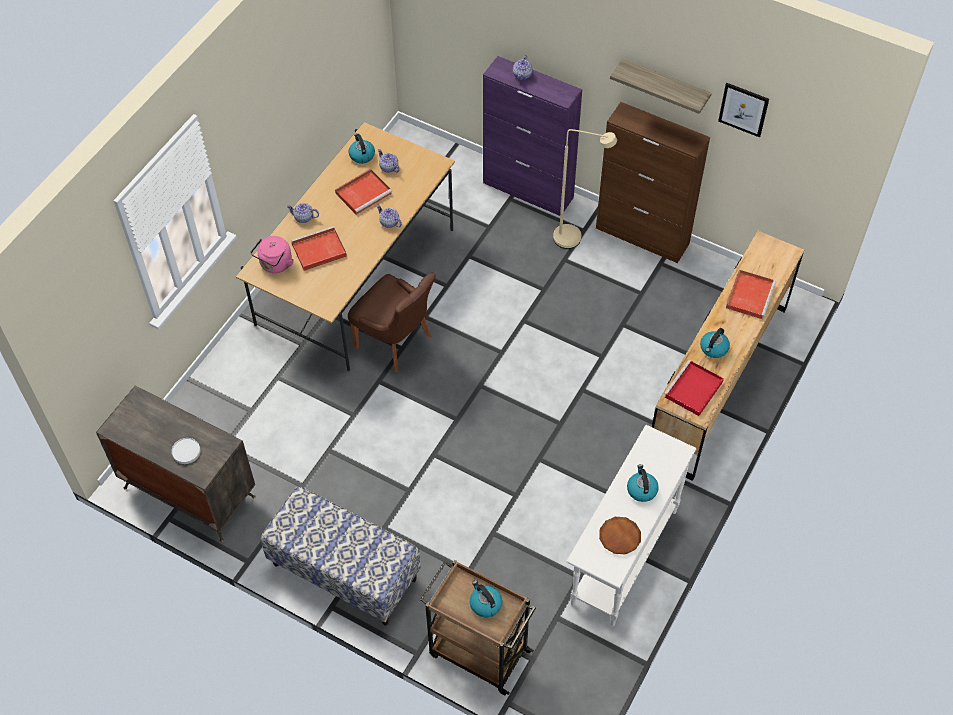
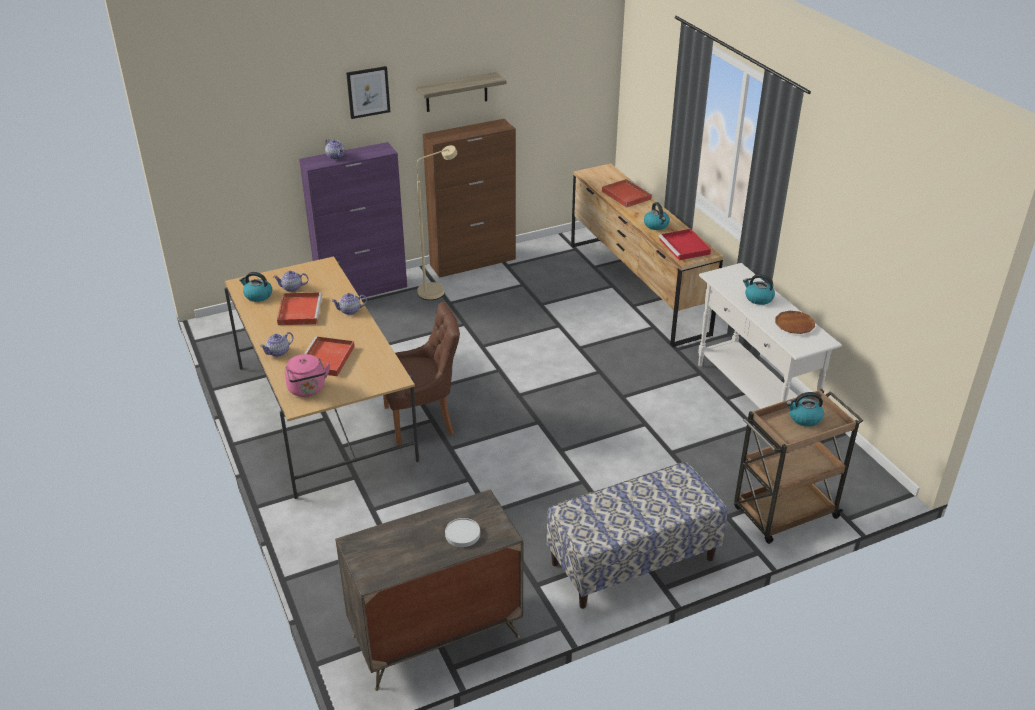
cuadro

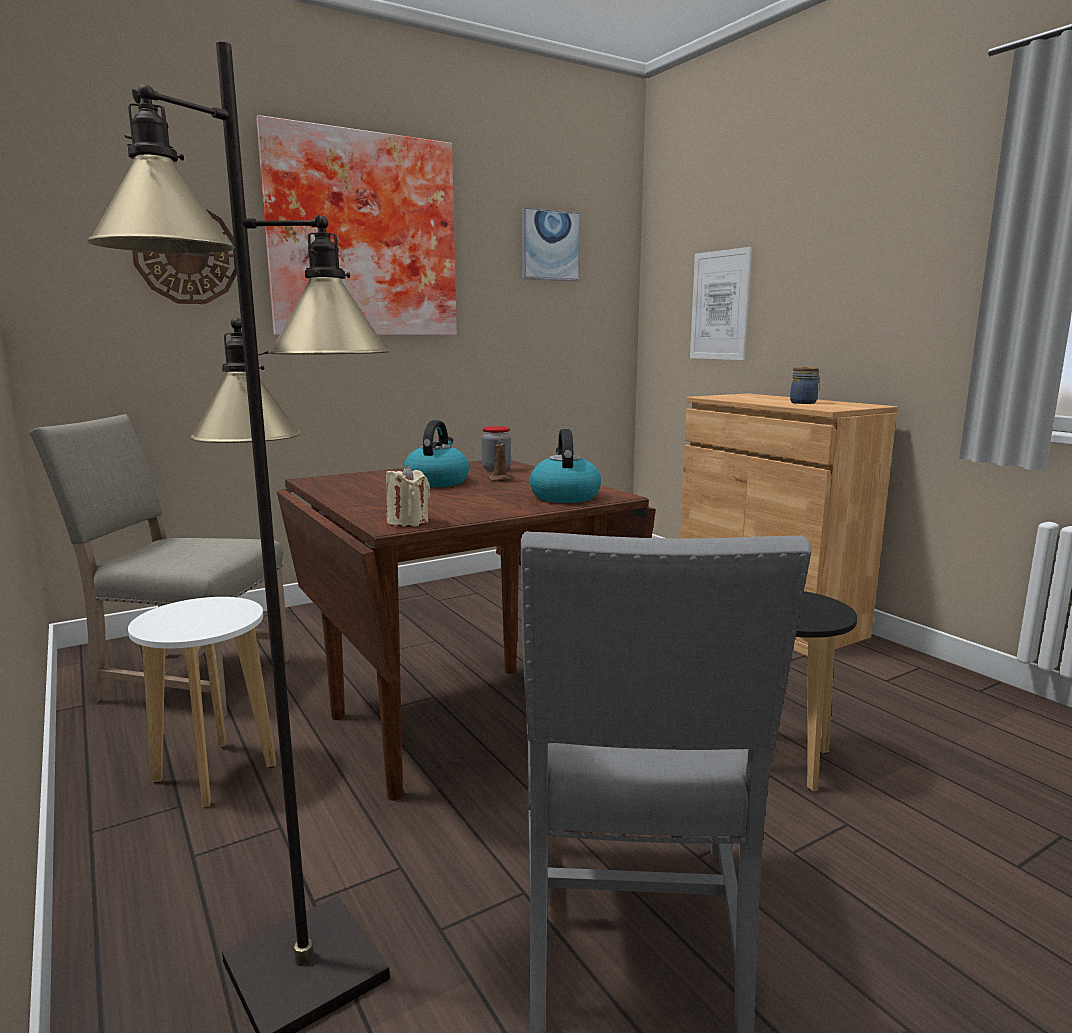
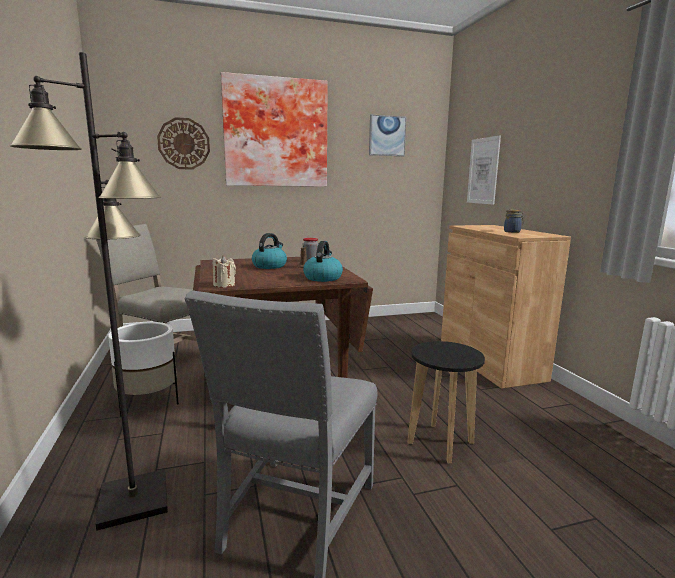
maceta (blanco)

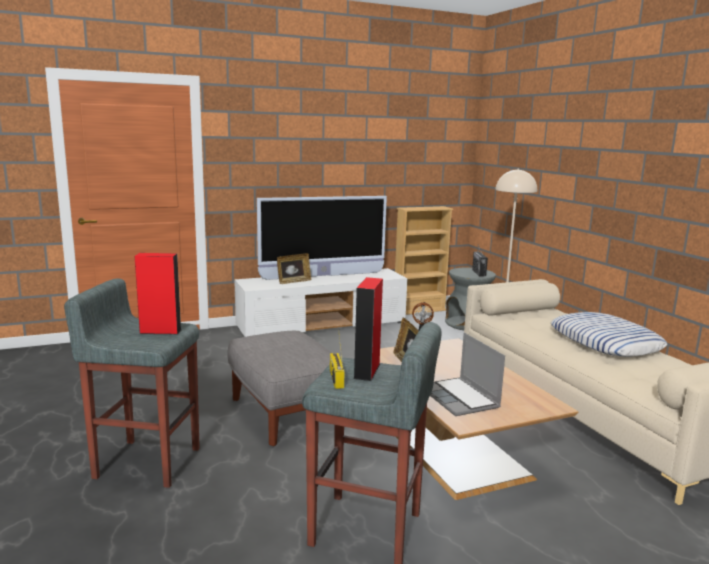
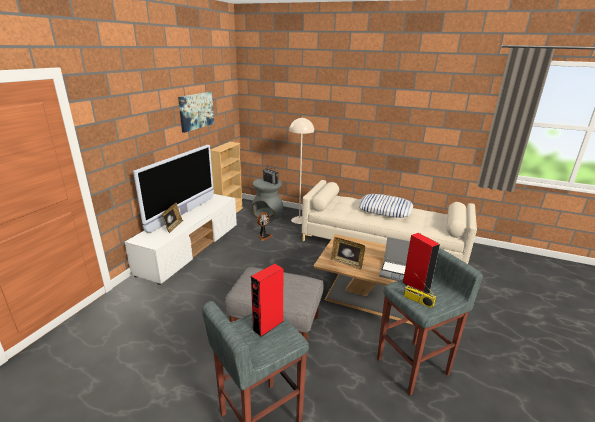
cuadro

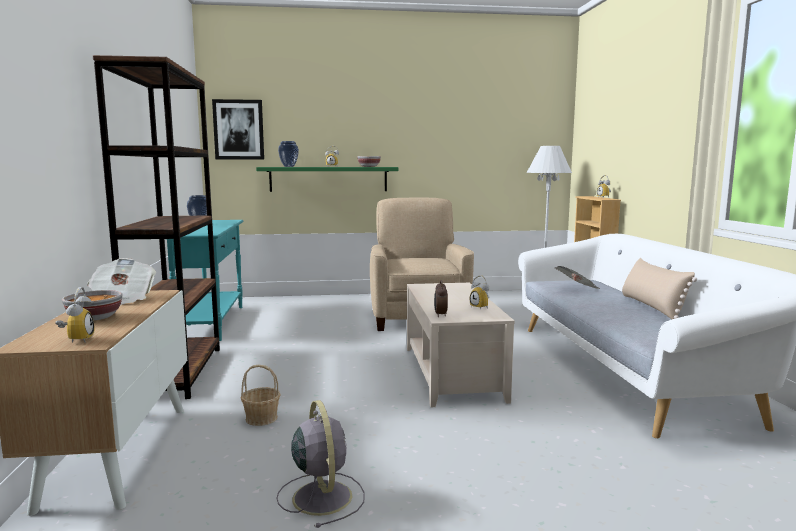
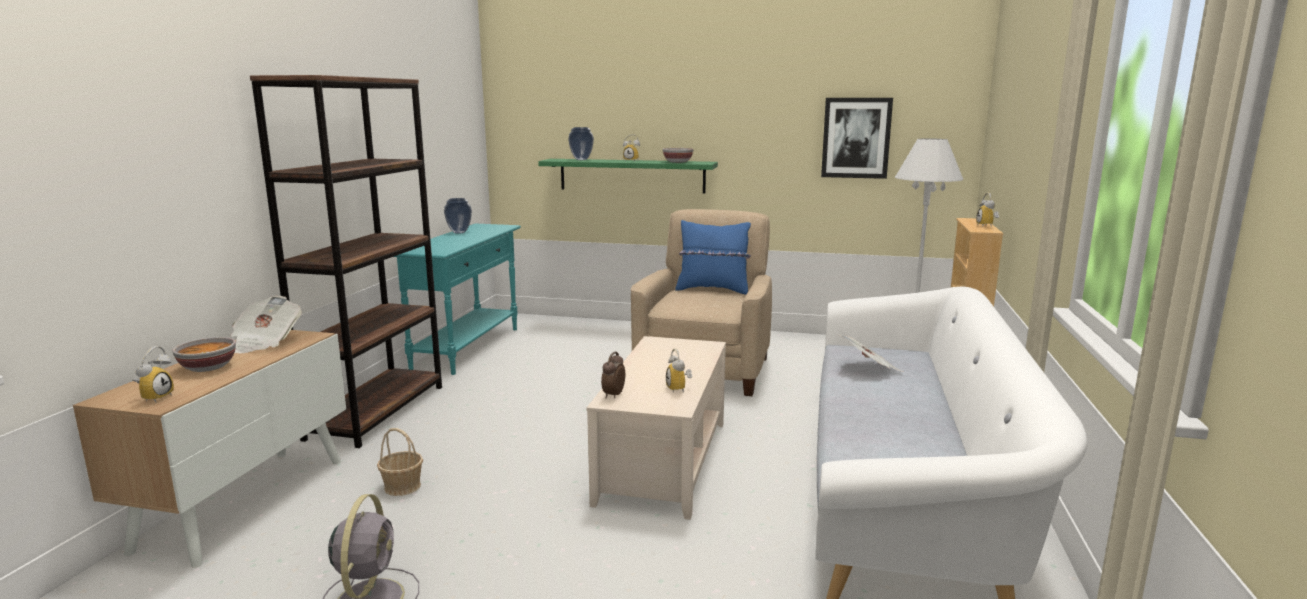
cojín (azul)
cuadro
cojín (beis)

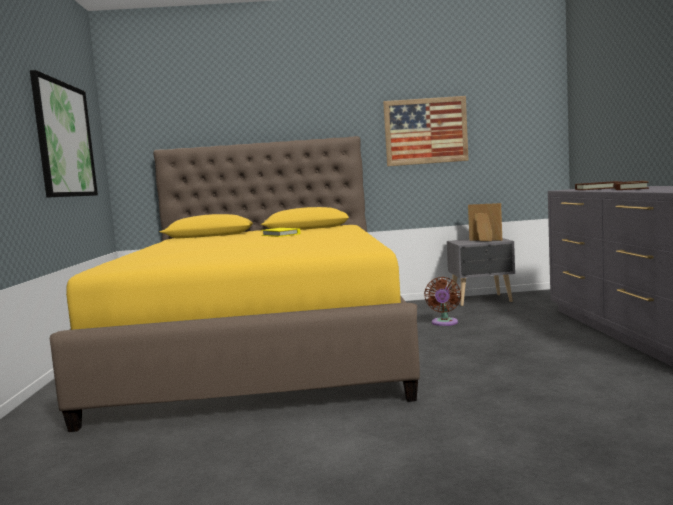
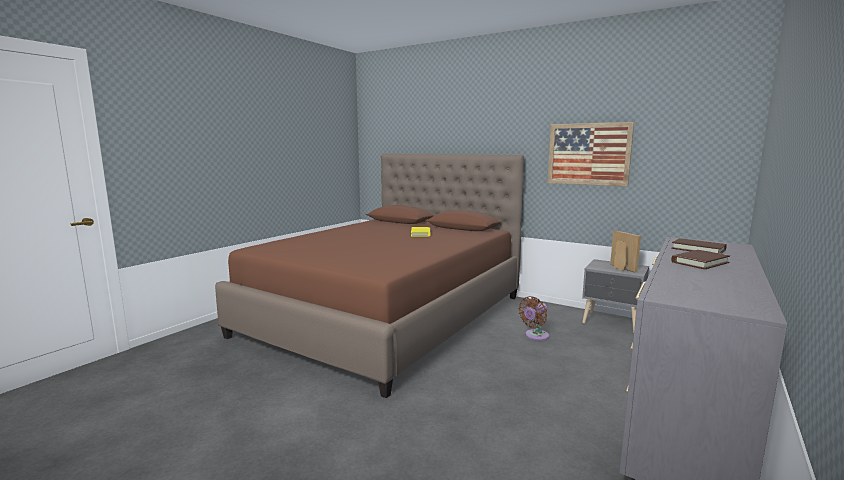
cama (marrón)
cuadro (1st from left in the first image)

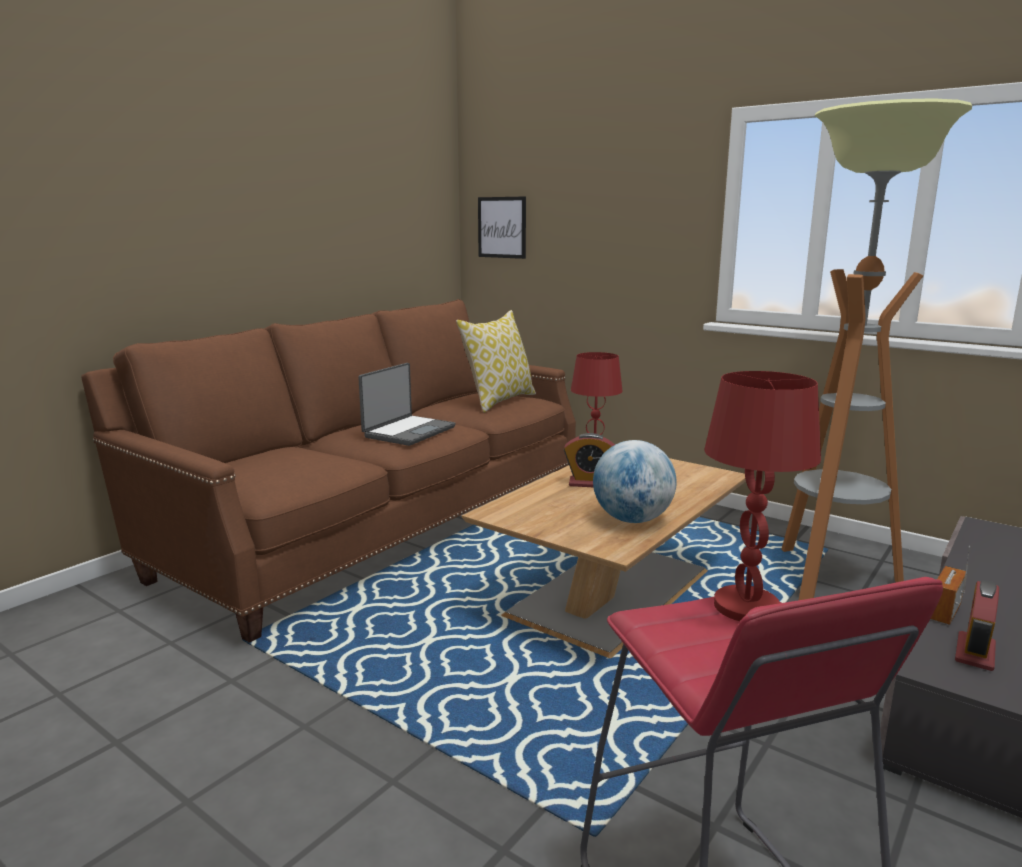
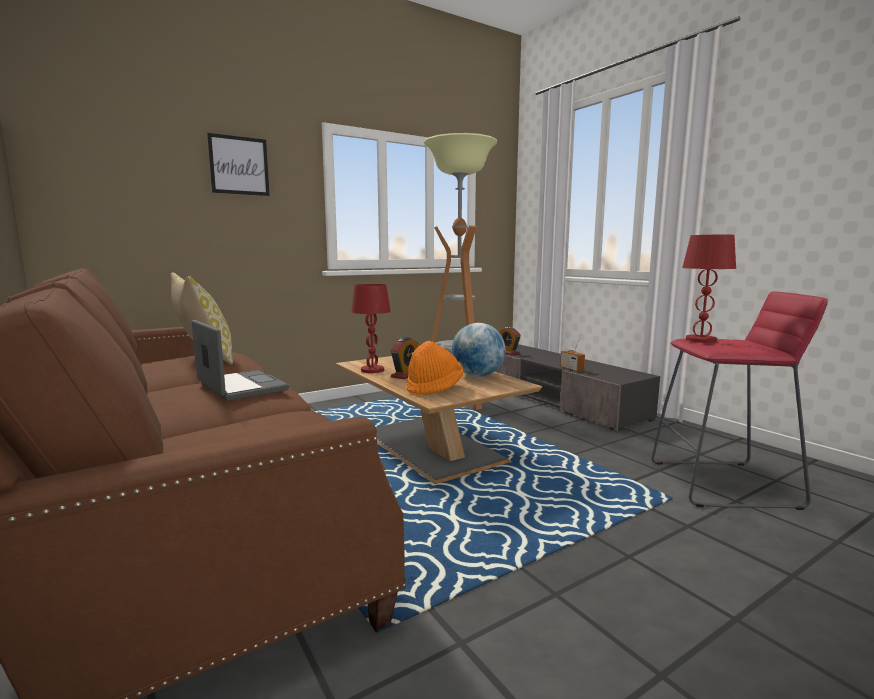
cuadro
sombrero (naranja)
despertador (2nd from left)

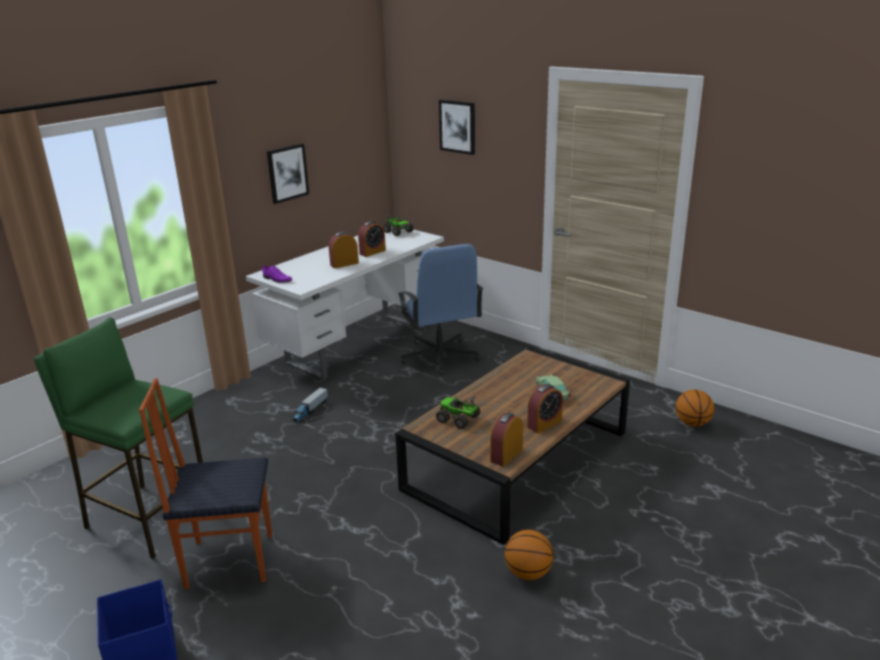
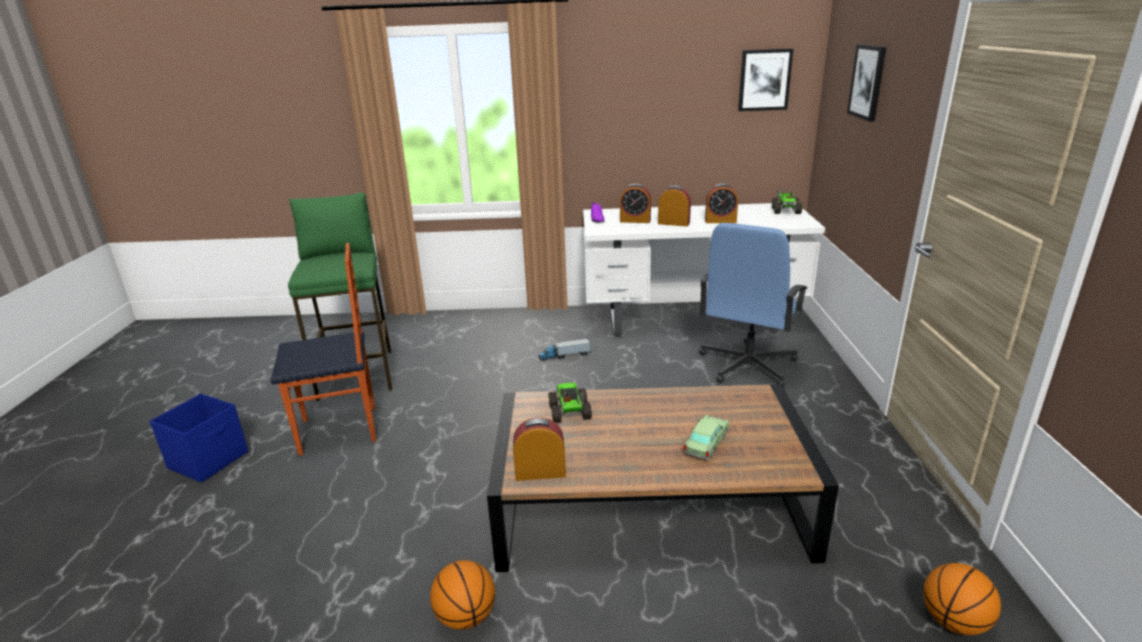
silla
despertador (2nd from left)
cuadro (1st from left)

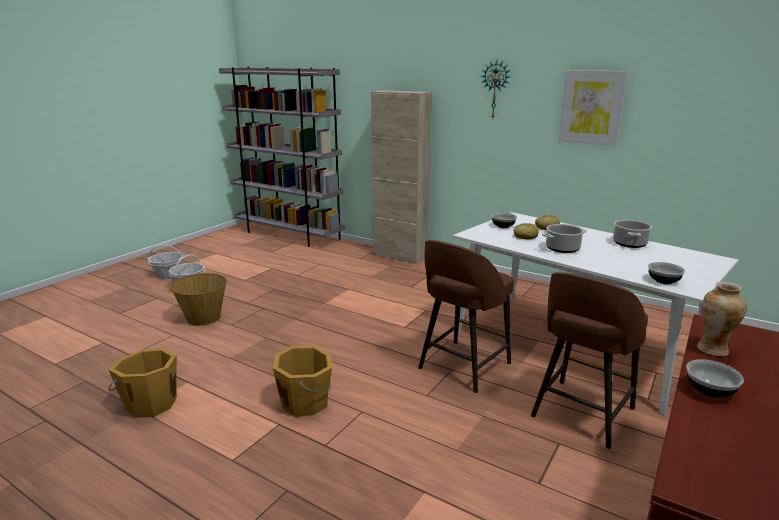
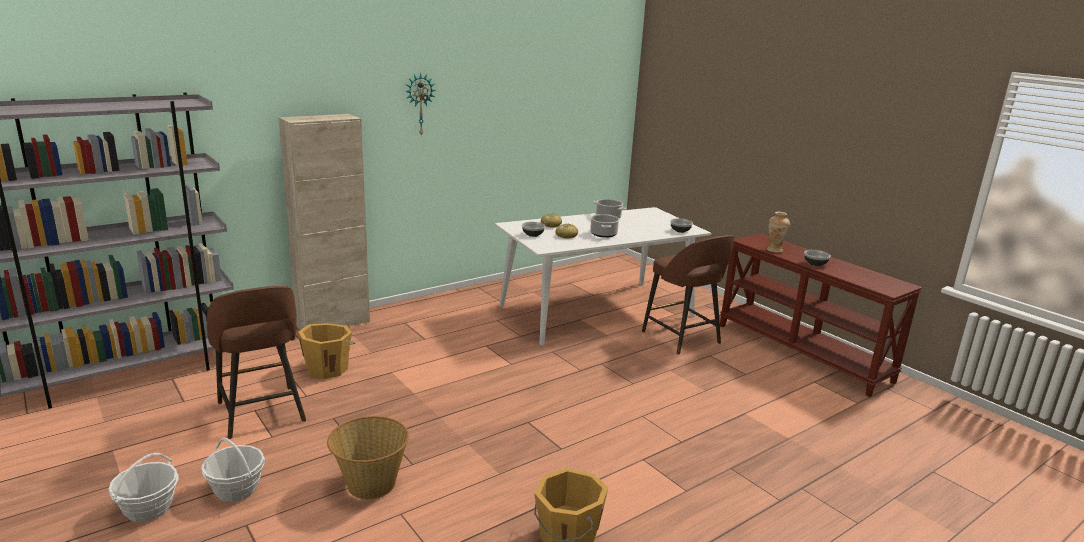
taburete (marrón) (1st from left)
cubo (naranja) (1st from left)
cuadro

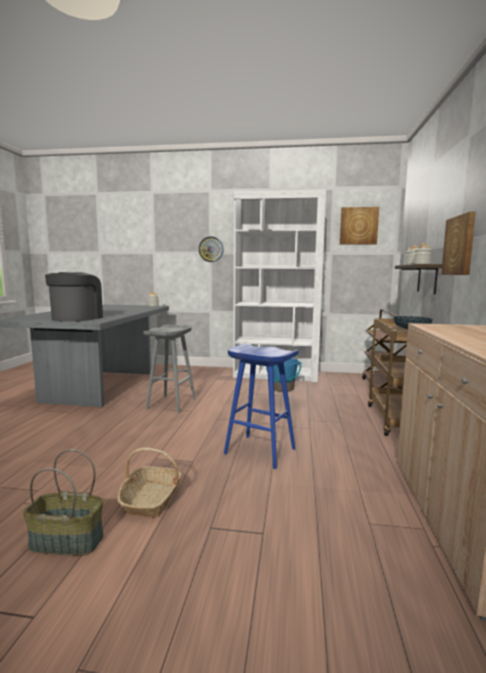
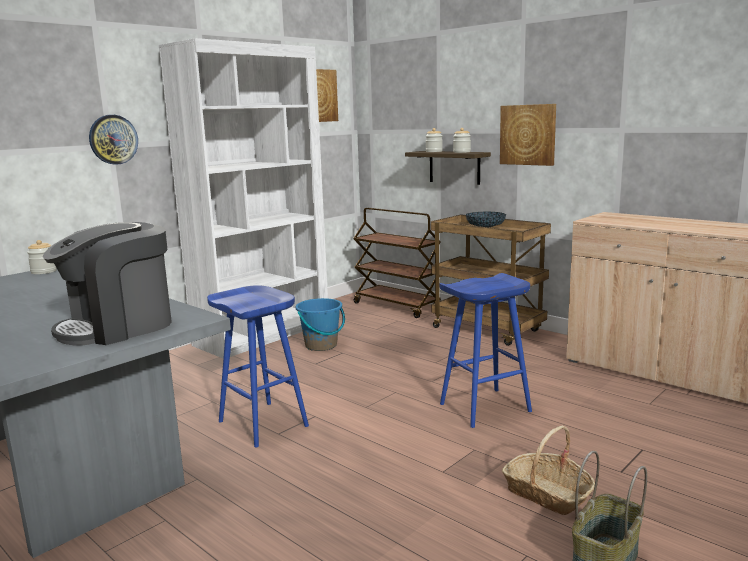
cafetera
taburete (azul) (1st from left)

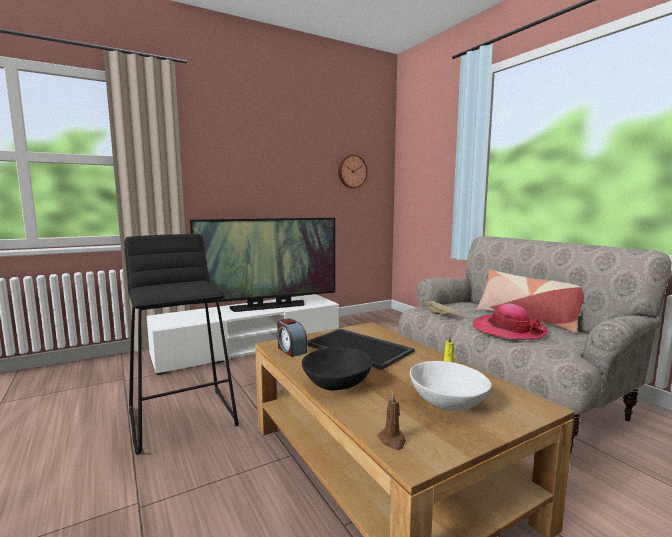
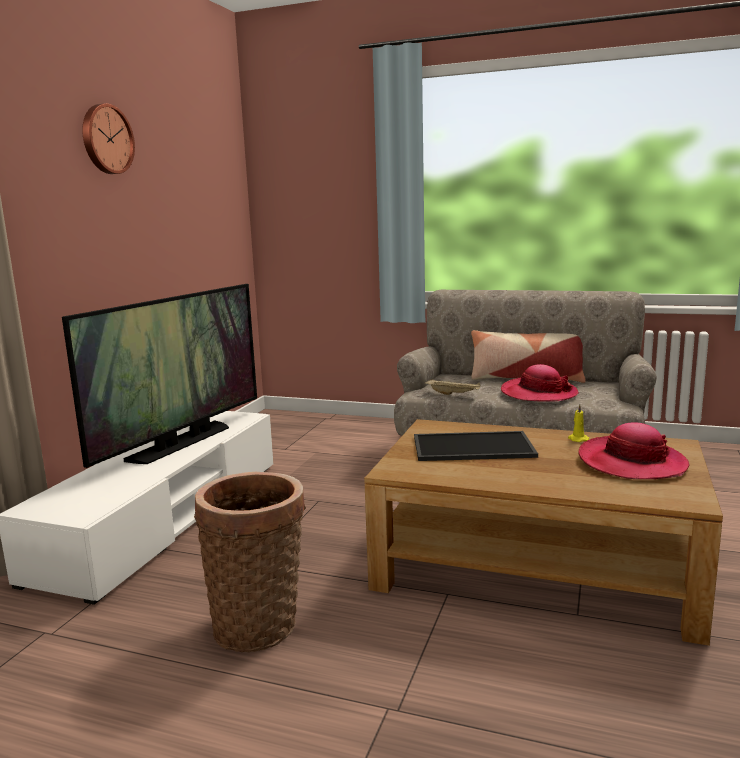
reloj de pared
cesta
sombrero (2nd from left)
despertador
cuenco (negro)
vela (marrón)

